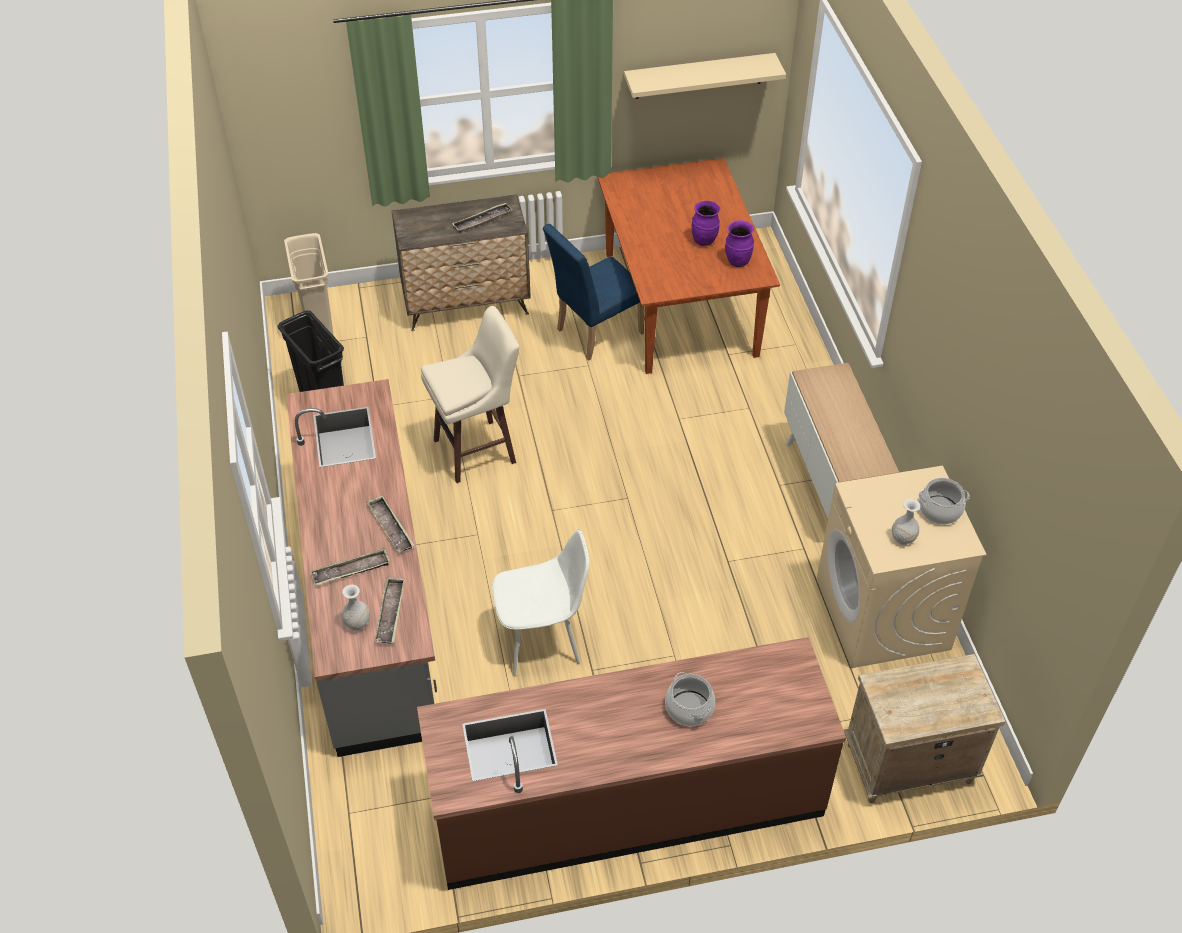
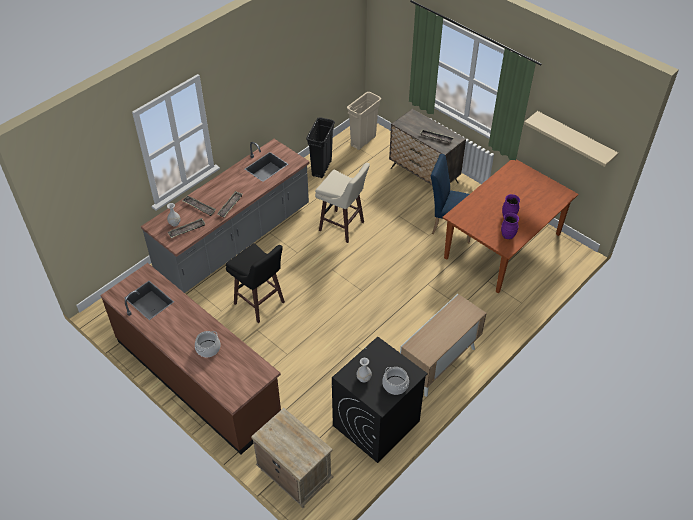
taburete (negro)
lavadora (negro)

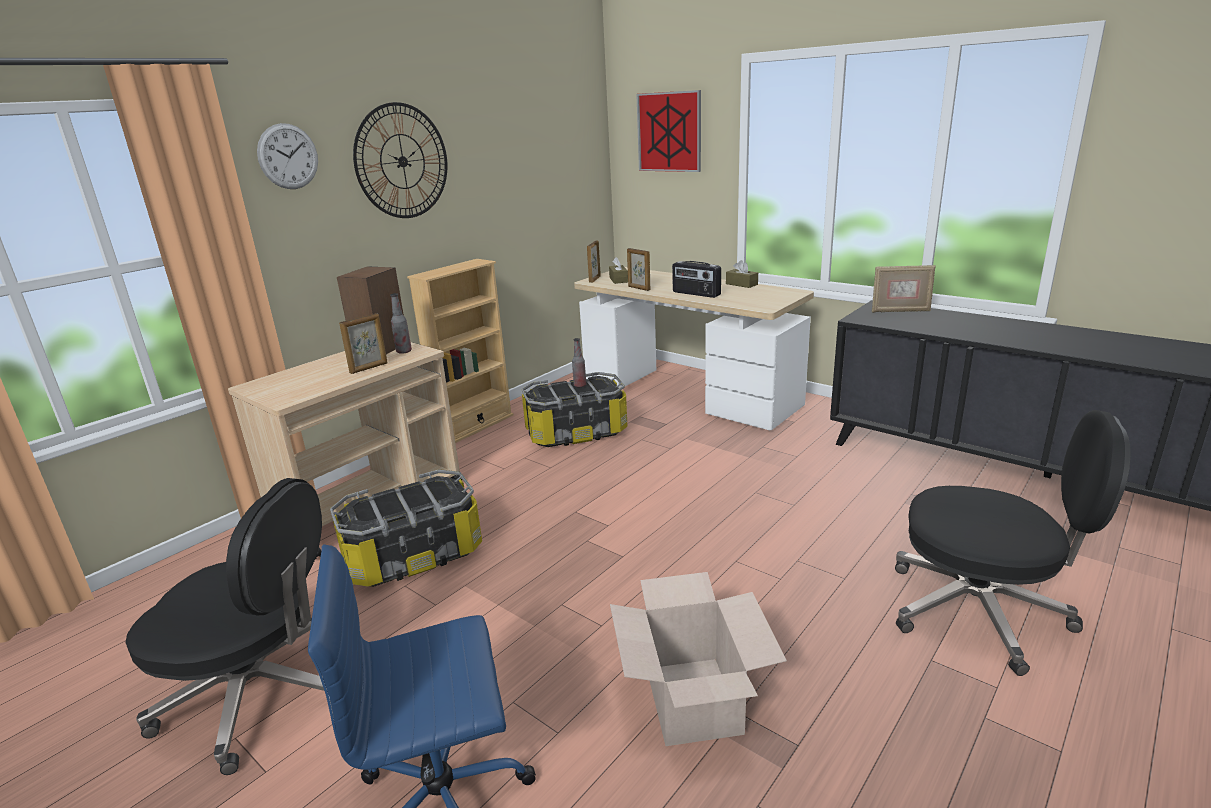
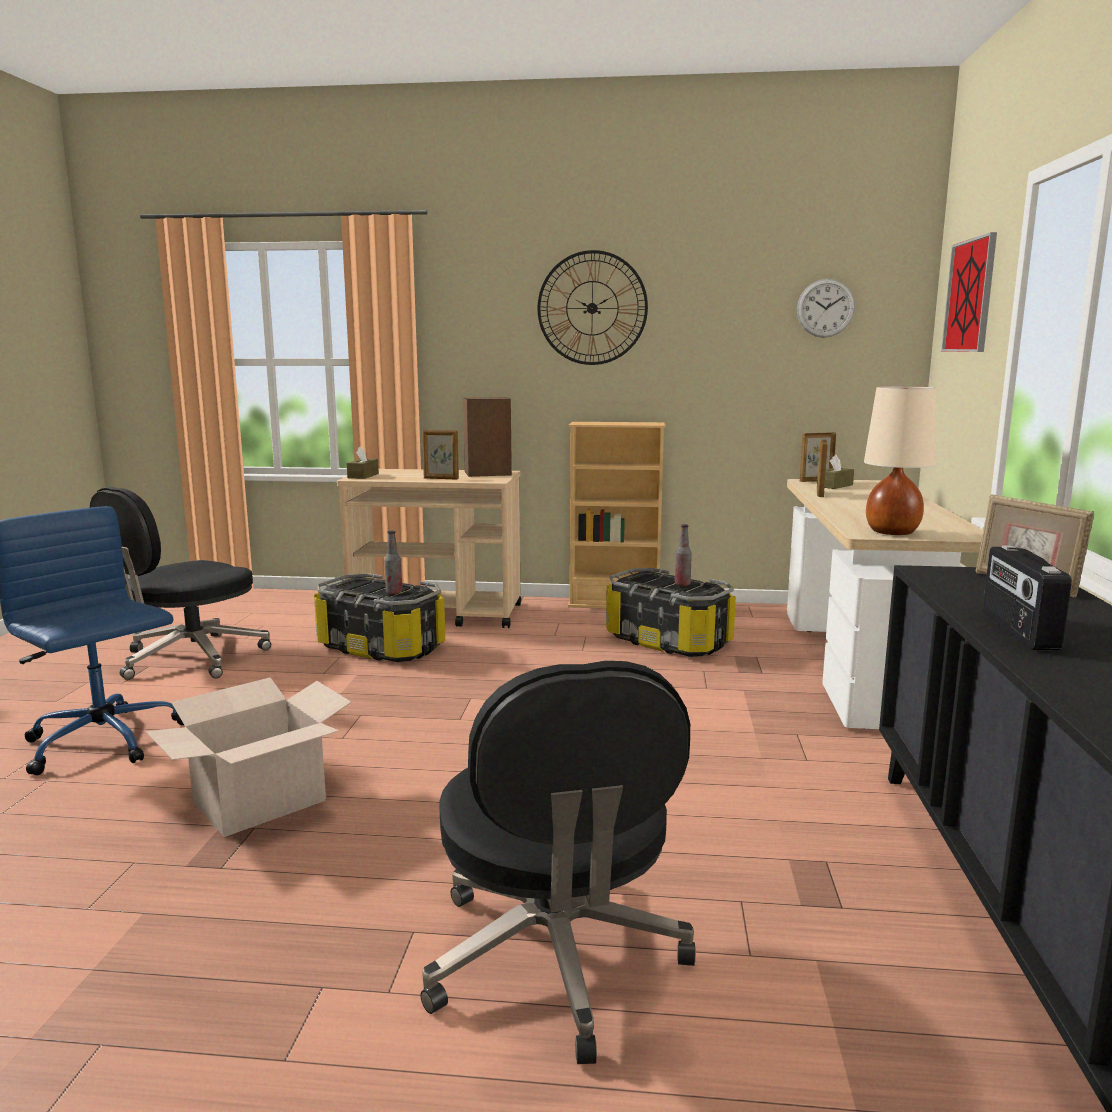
silla de oficina (negro) (1st from left)
caja de pañuelos (marrón) (1st from left)
botella (1st from left)
reloj de pared (2nd from left)
lámpara de mesa (beis)
radio

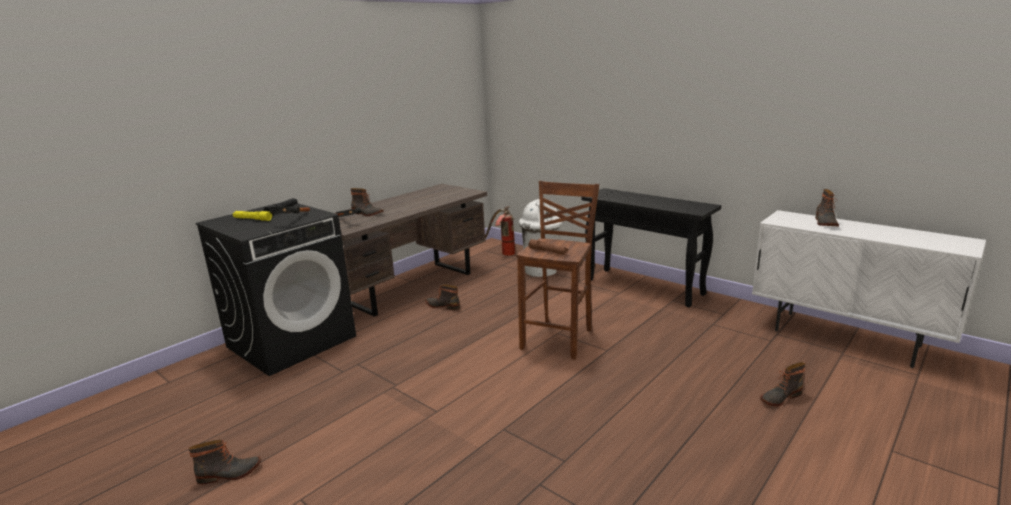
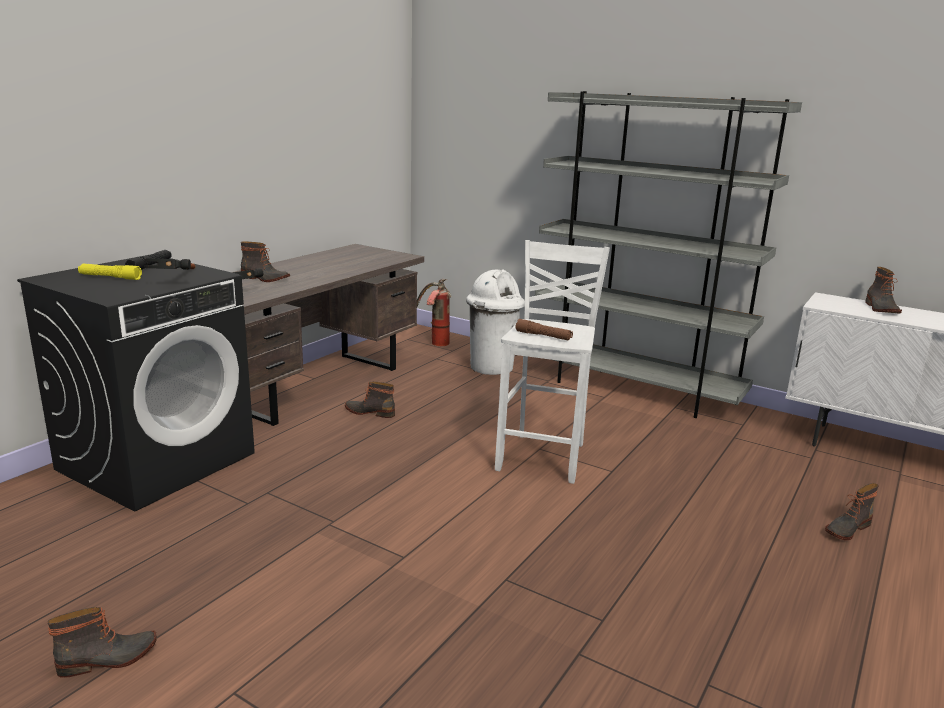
taburete (blanco)
estantería (gris)

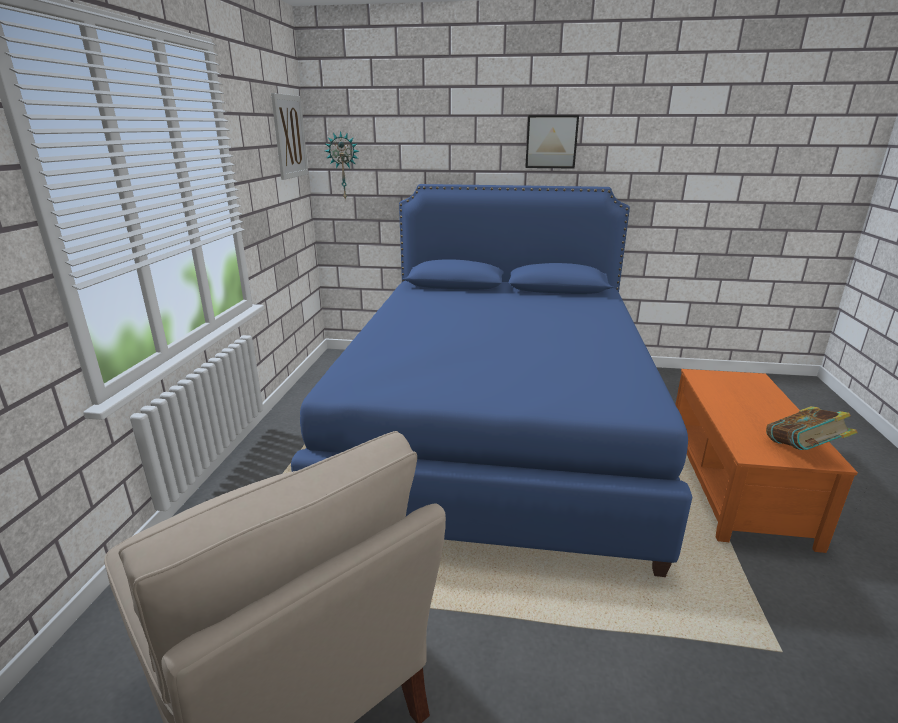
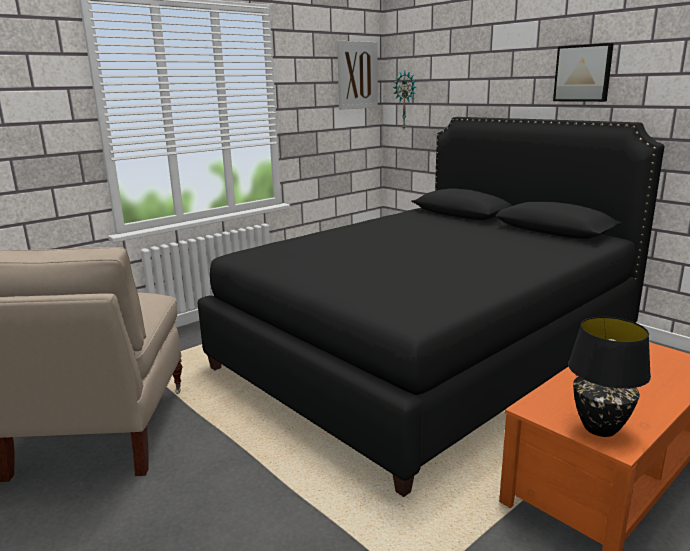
cama (negro)
lámpara de mesa (negro)

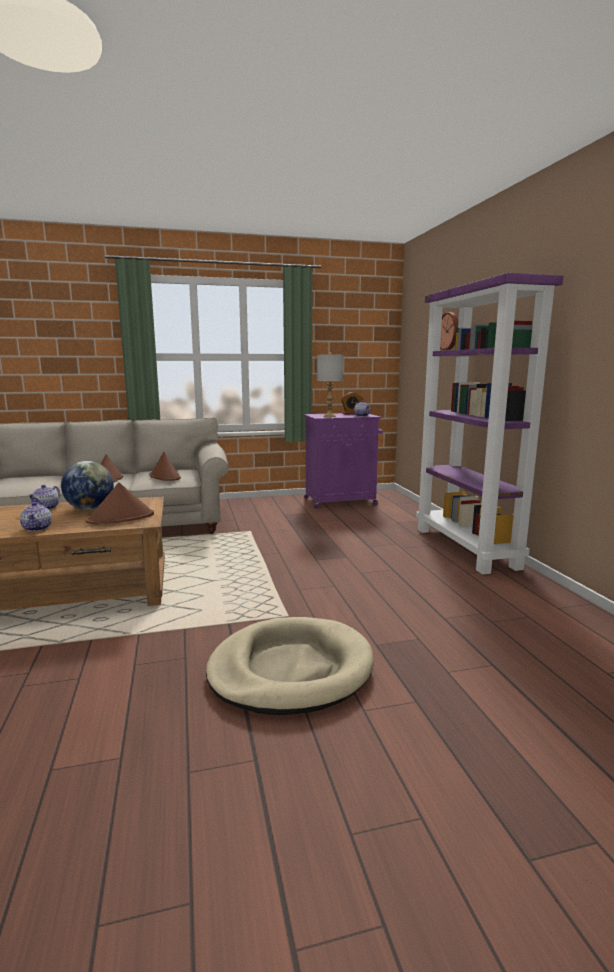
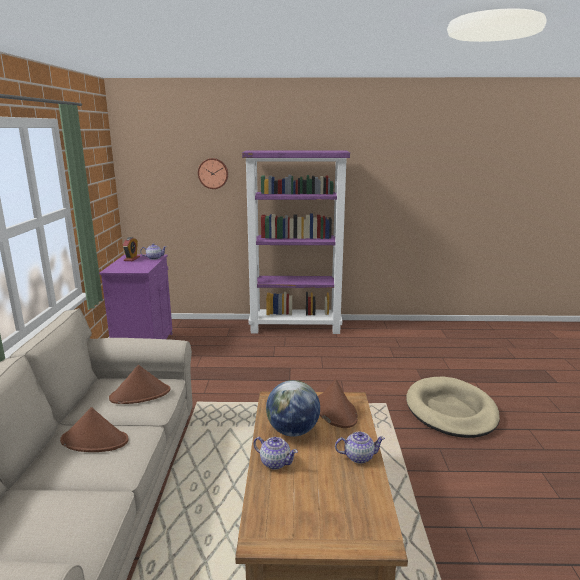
lámpara de mesa (gris)

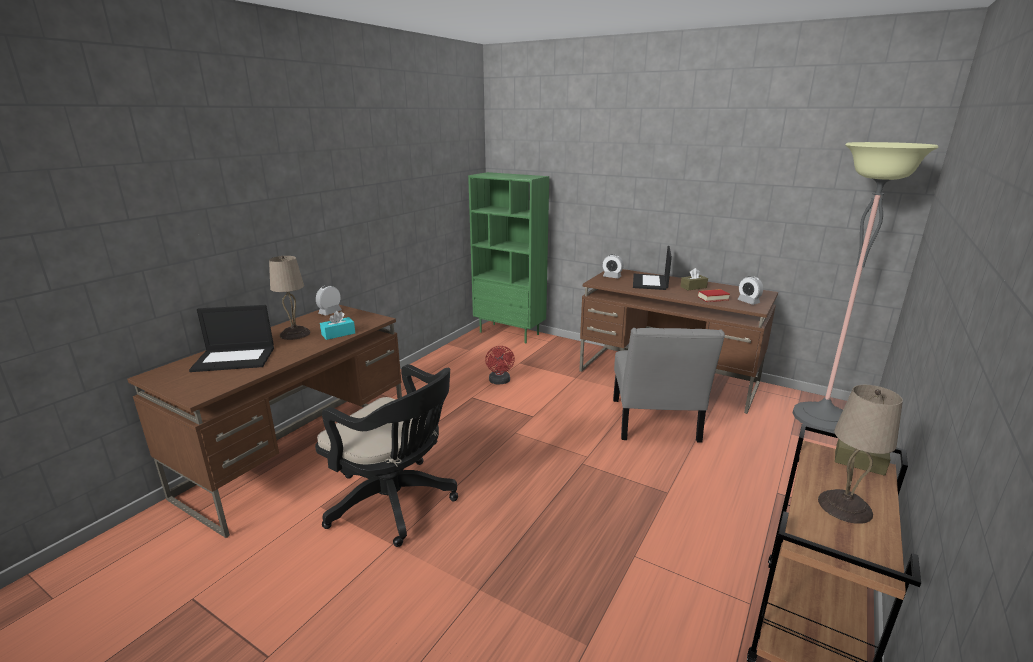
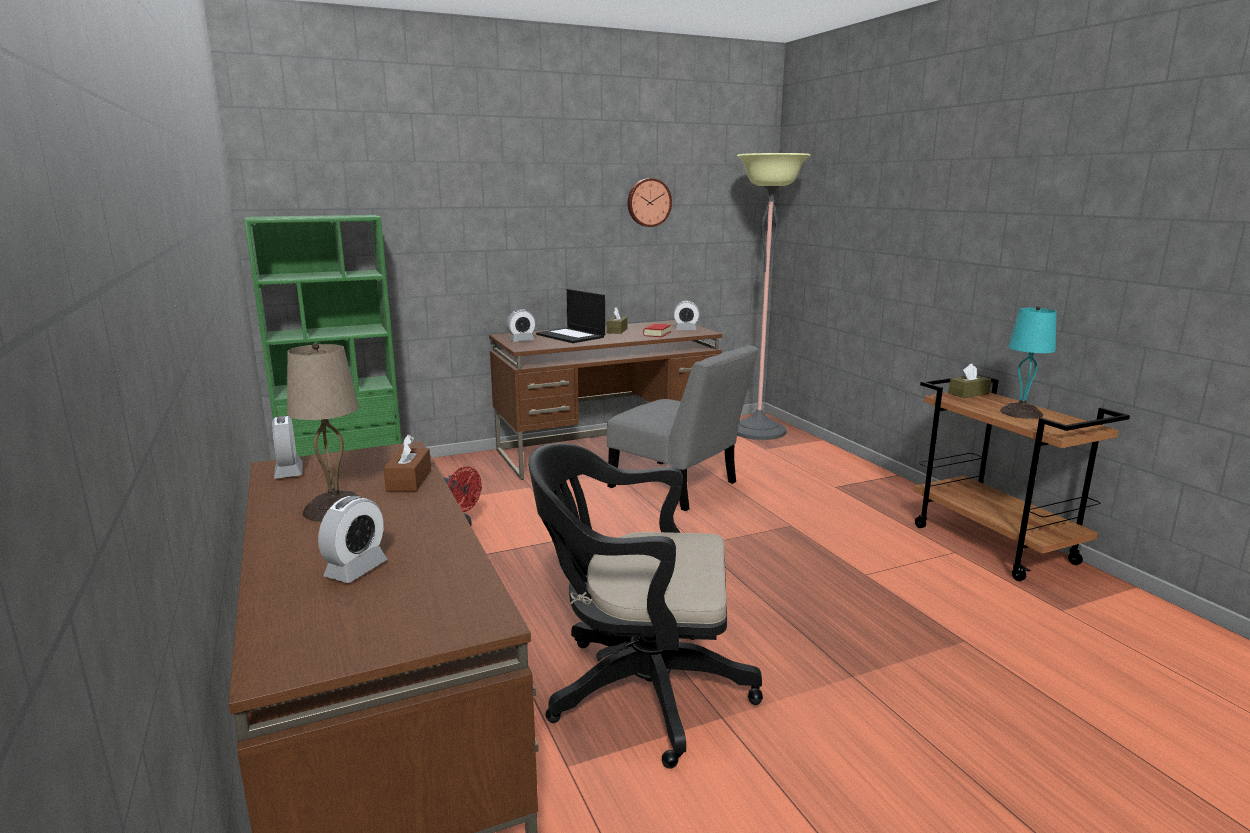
despertador (2nd from left)
caja de pañuelos (marrón) (1st from left)
silla de oficina (negro)
reloj de pared
lámpara de mesa (turquesa)

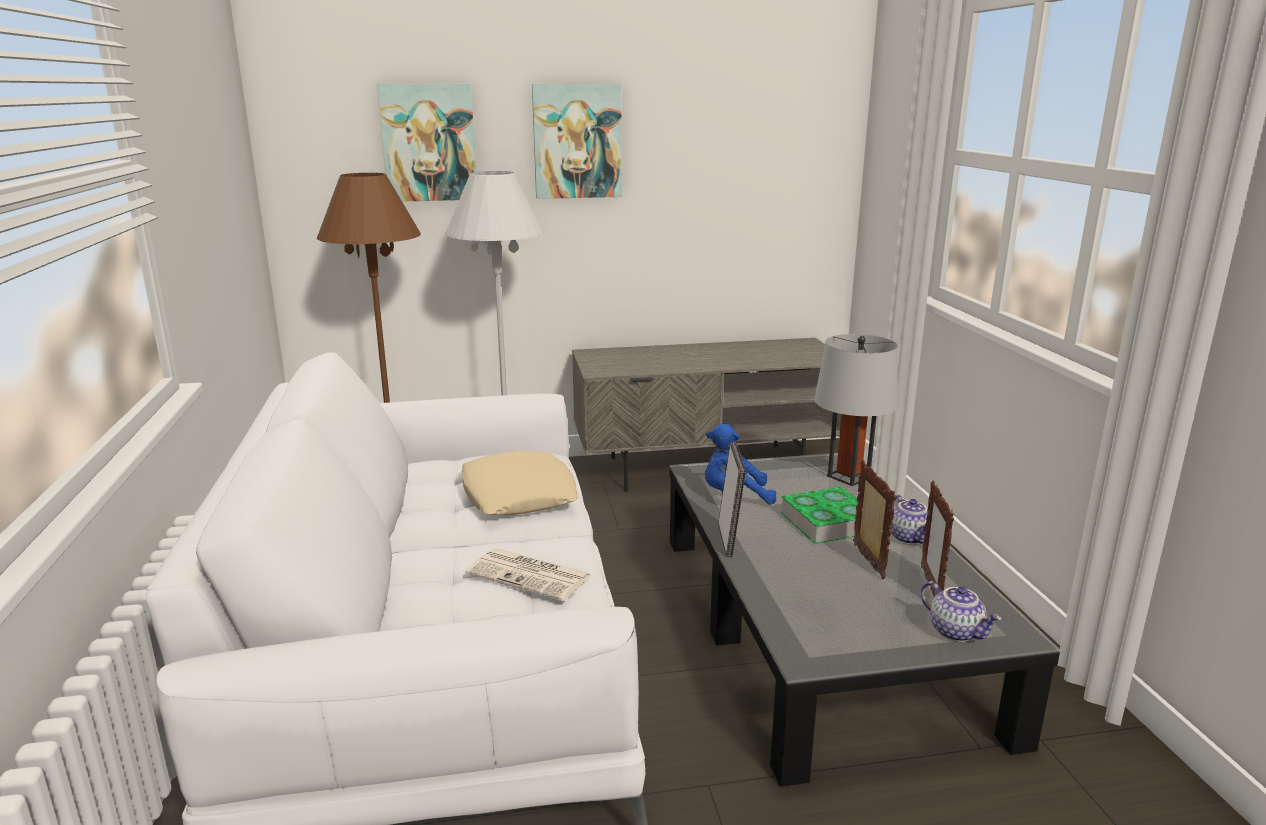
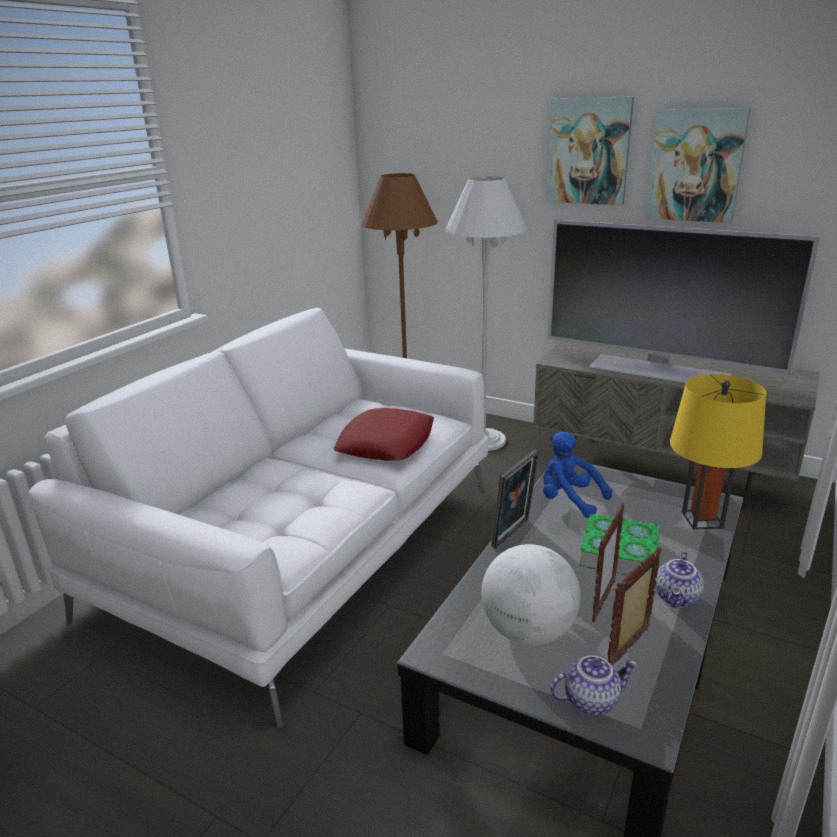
cojín (rojo)
globo terráqueo
televisor
tetera (1st from left)
cuadro (2nd from left)
lámpara de mesa (amarillo)
periódico

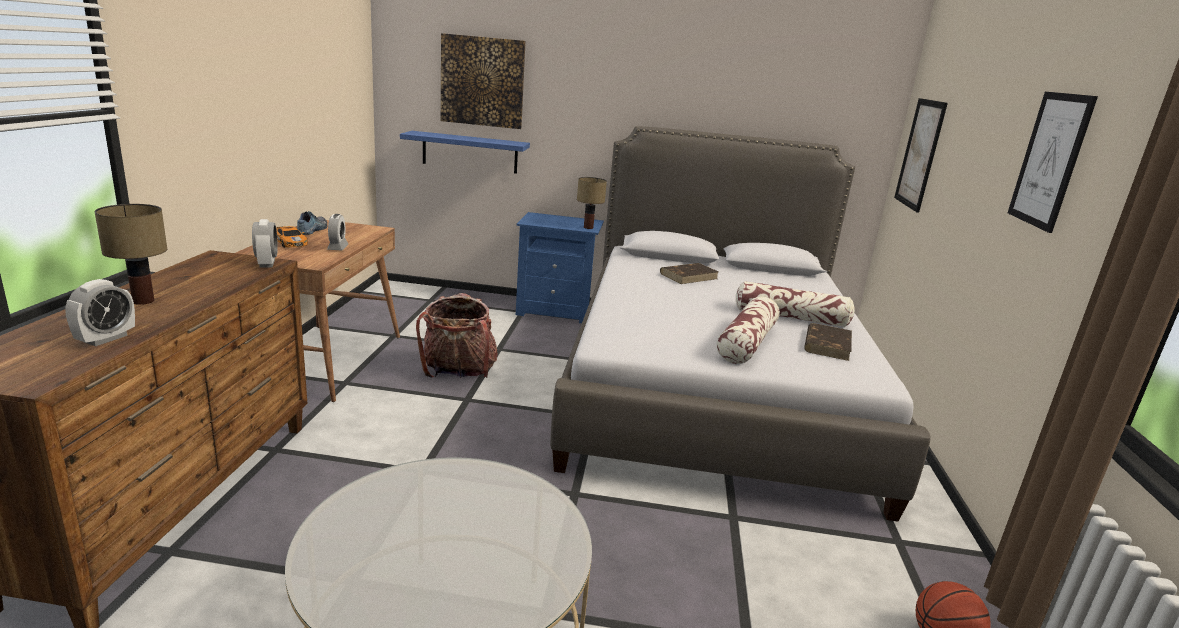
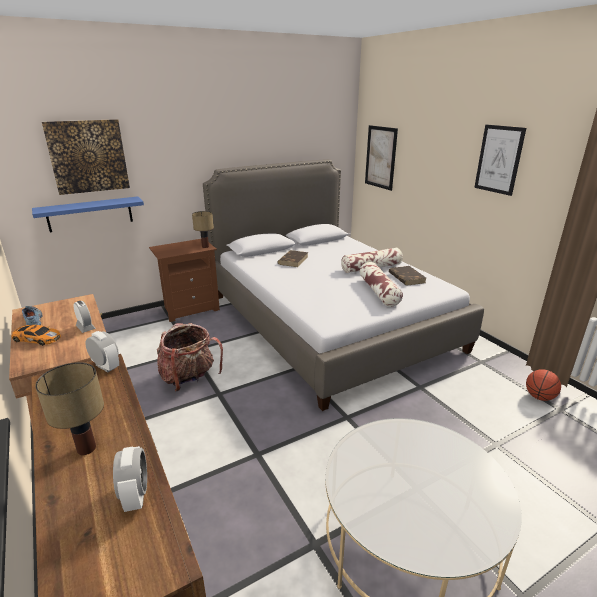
mesita de noche (marrón)

